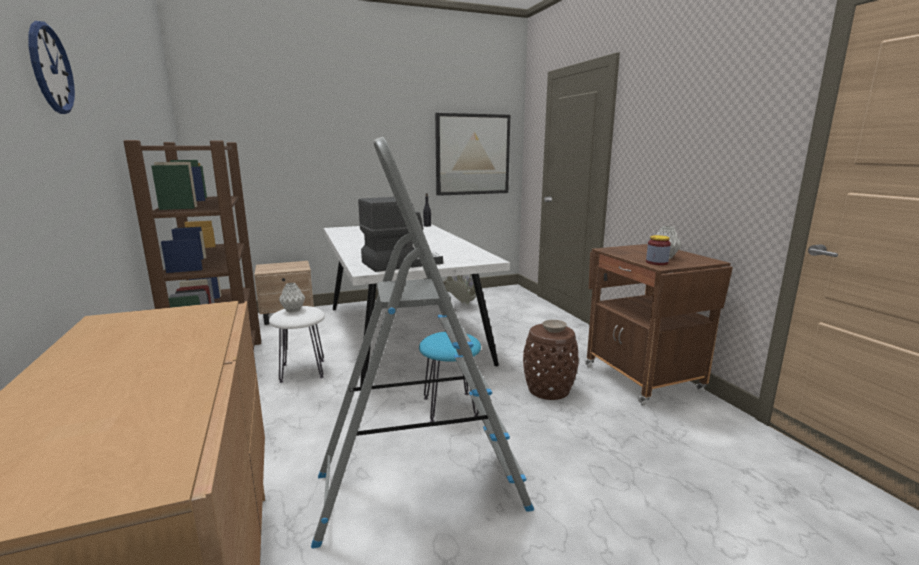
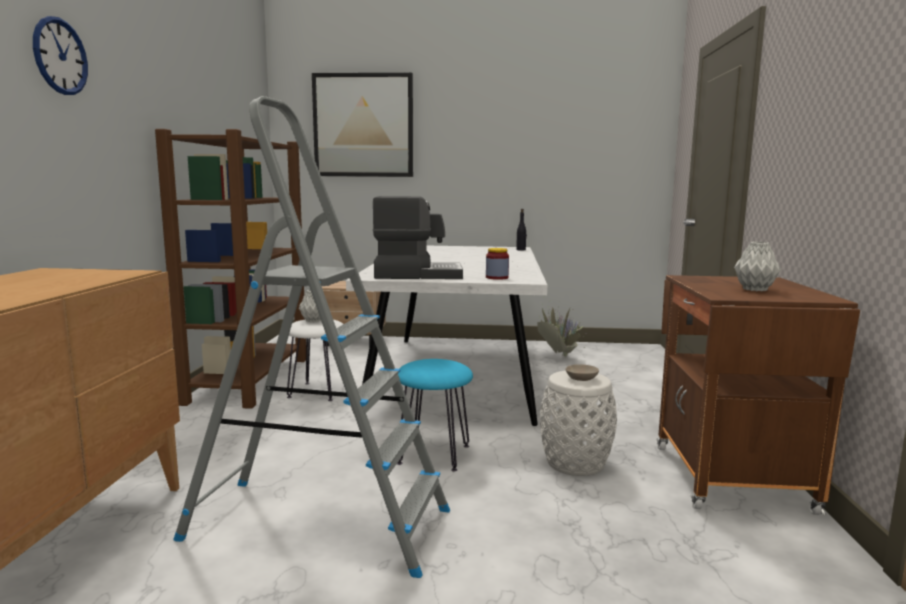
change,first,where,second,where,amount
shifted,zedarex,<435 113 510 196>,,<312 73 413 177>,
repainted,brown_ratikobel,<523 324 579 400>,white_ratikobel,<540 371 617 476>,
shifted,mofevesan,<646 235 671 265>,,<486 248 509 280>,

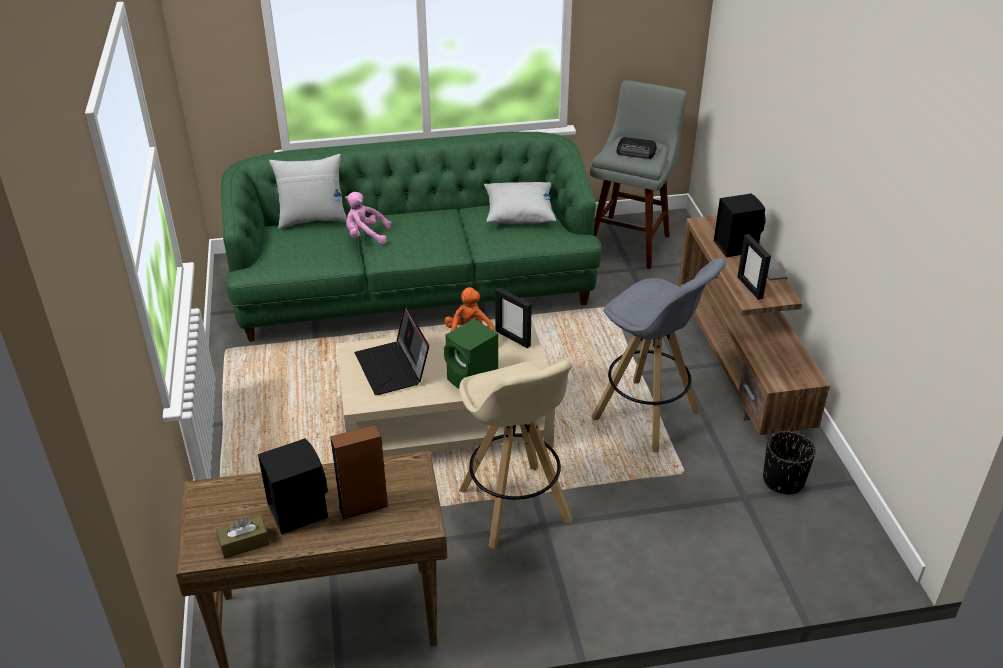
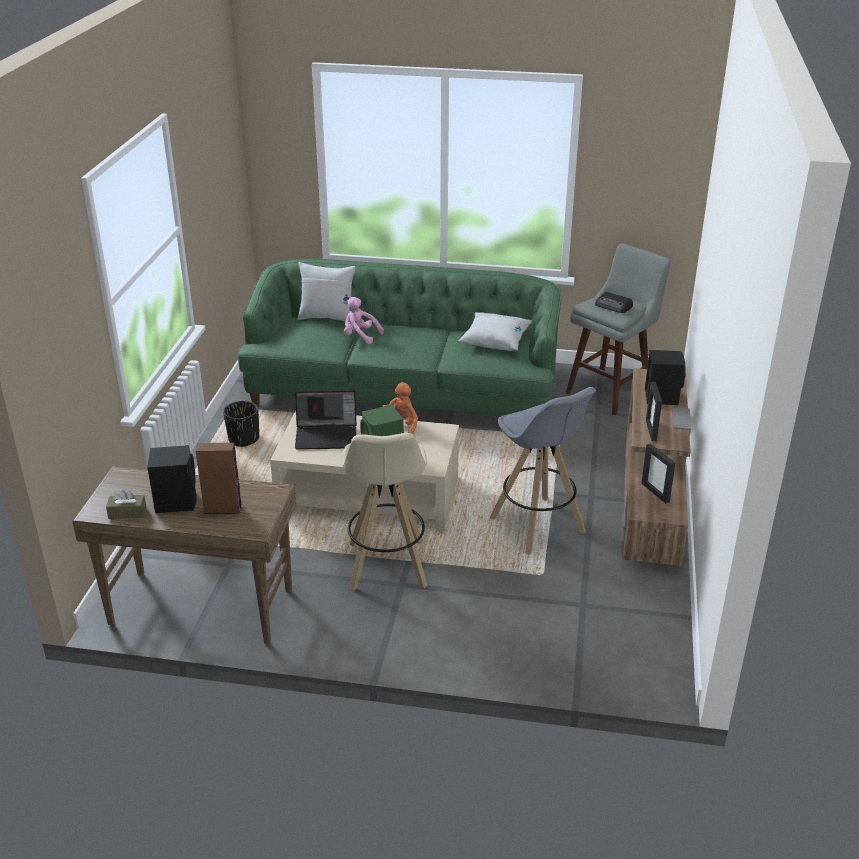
change,first,where,second,where,amount
rotated,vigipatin,<355 305 429 395>,,<295 391 356 450>,90 degrees counterclockwise
shifted,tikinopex,<495 287 532 348>,,<641 443 675 504>,
shifted,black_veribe,<763 431 816 494>,,<223 401 259 447>,

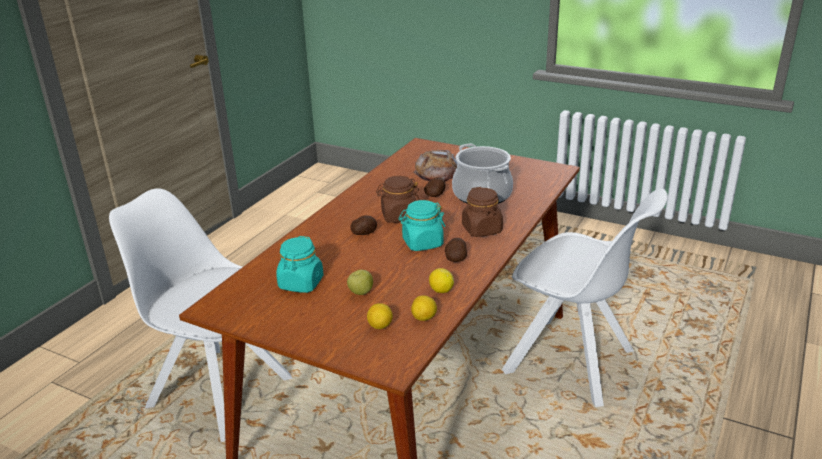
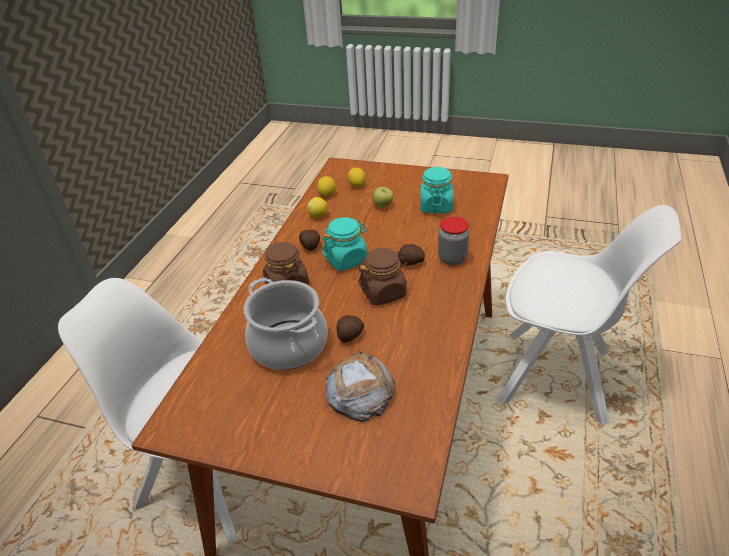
change,first,where,second,where,amount
new,,,mofevesan,<438 217 469 265>,

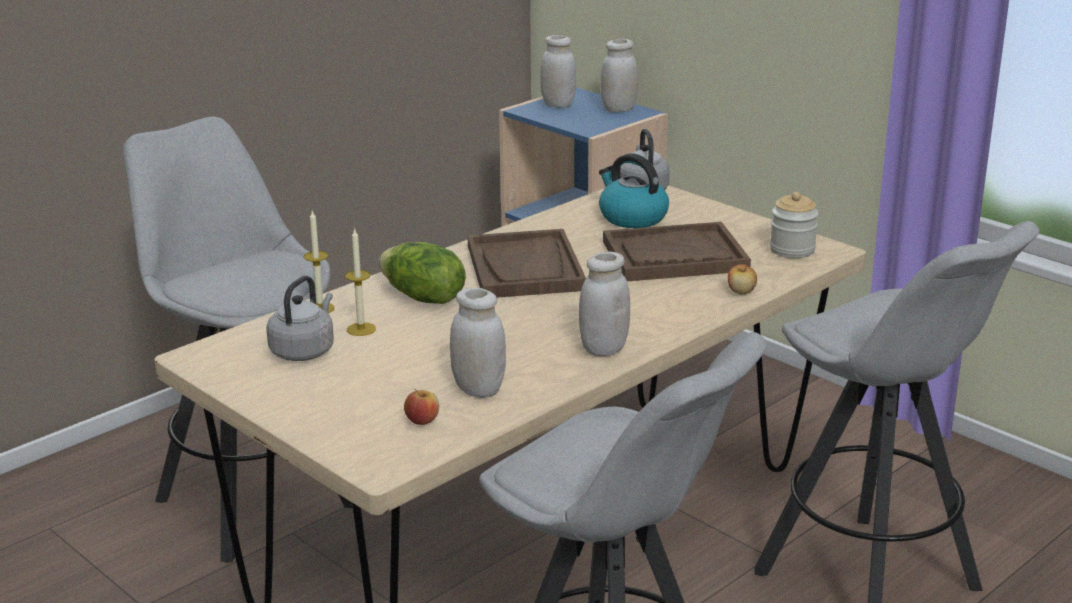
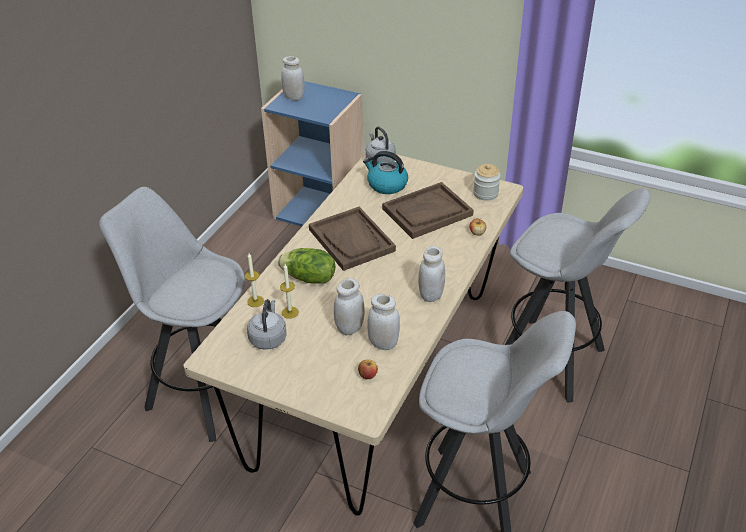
change,first,where,second,where,amount
shifted,white_mofevesan,<601 39 638 112>,,<334 278 365 336>,

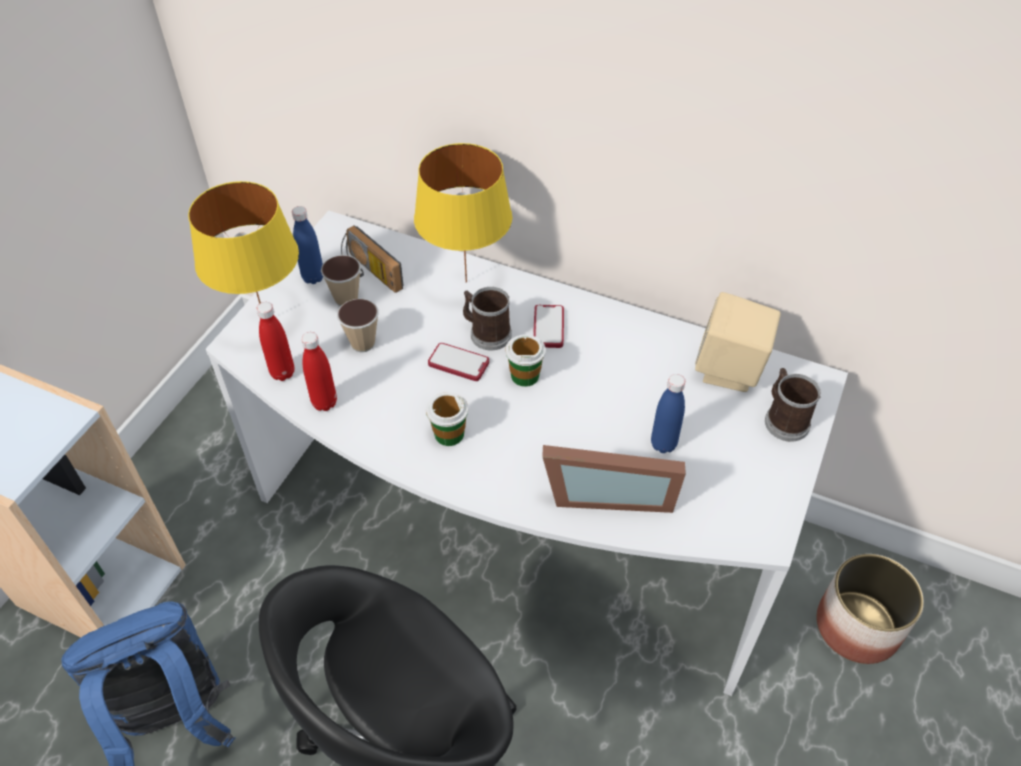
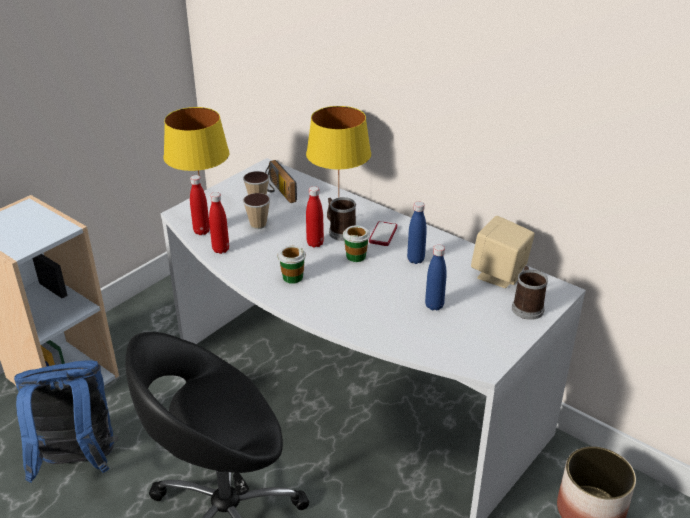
change,first,where,second,where,amount
shifted,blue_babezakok,<292 206 323 284>,,<407 201 427 264>,
swapped,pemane,<428 343 489 381>,red_babezakok,<306 186 324 248>,
gone,tikinopex,<542 445 686 513>,,,

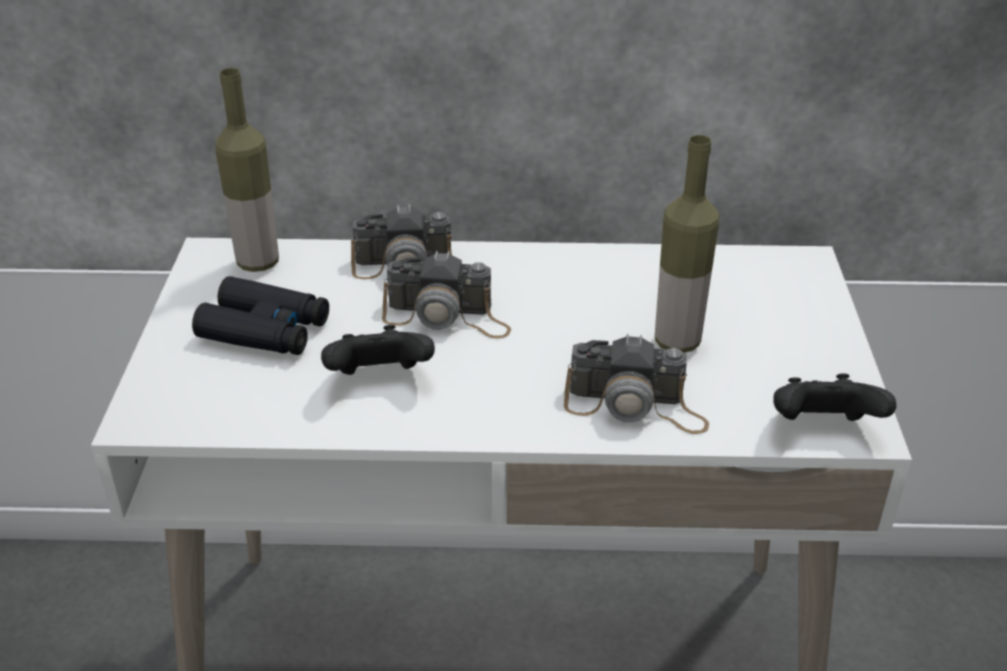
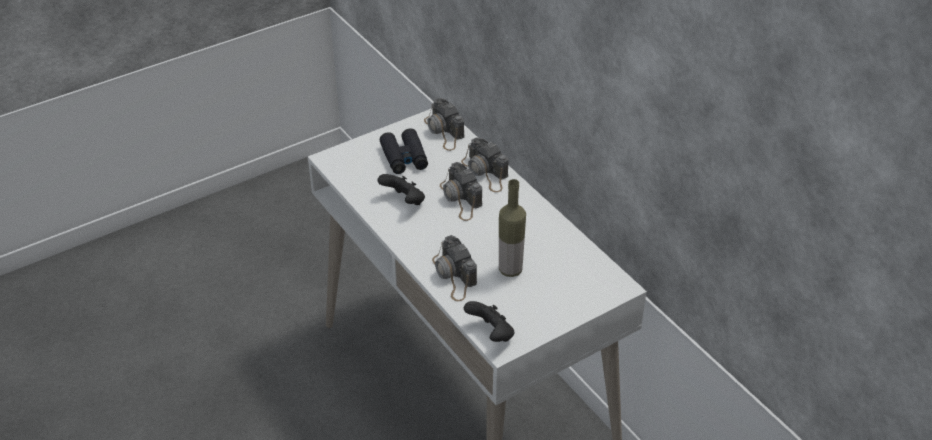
change,first,where,second,where,amount
swapped,babezakok,<215 68 279 272>,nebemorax,<424 98 464 151>,

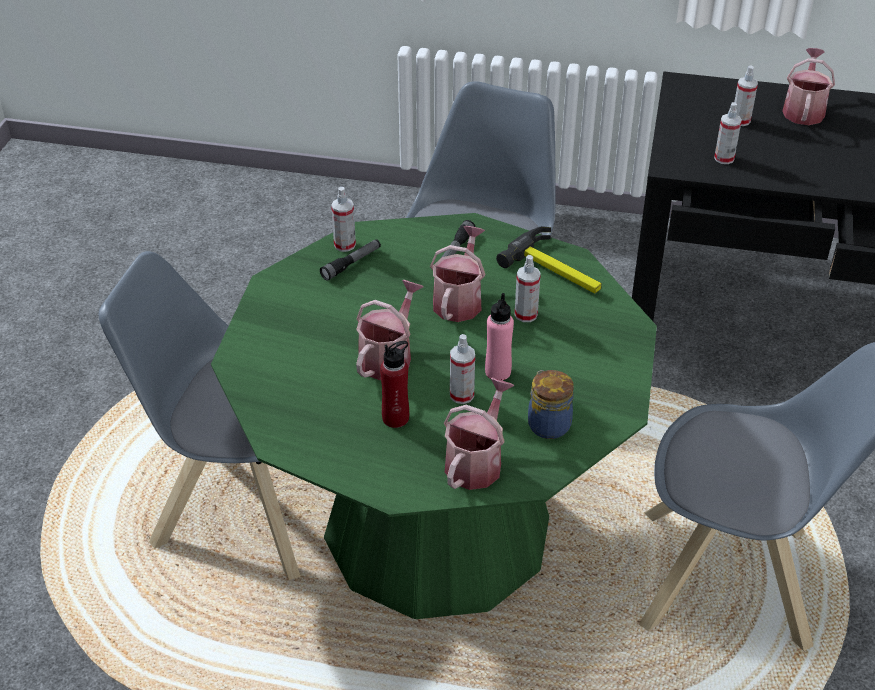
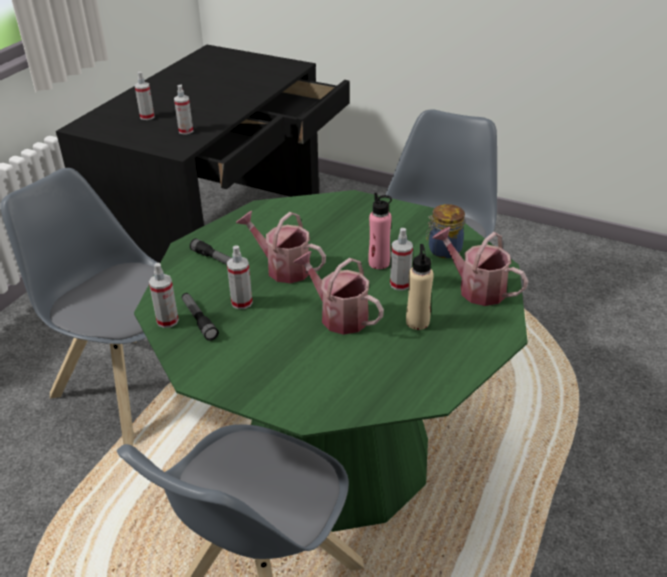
change,first,where,second,where,amount
repainted,red_babezakok,<380 341 409 428>,beige_babezakok,<406 244 434 330>,
gone,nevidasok,<496 226 602 294>,,,
shifted,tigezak,<515 255 541 322>,,<227 245 253 309>,
gone,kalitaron,<782 48 835 125>,,,

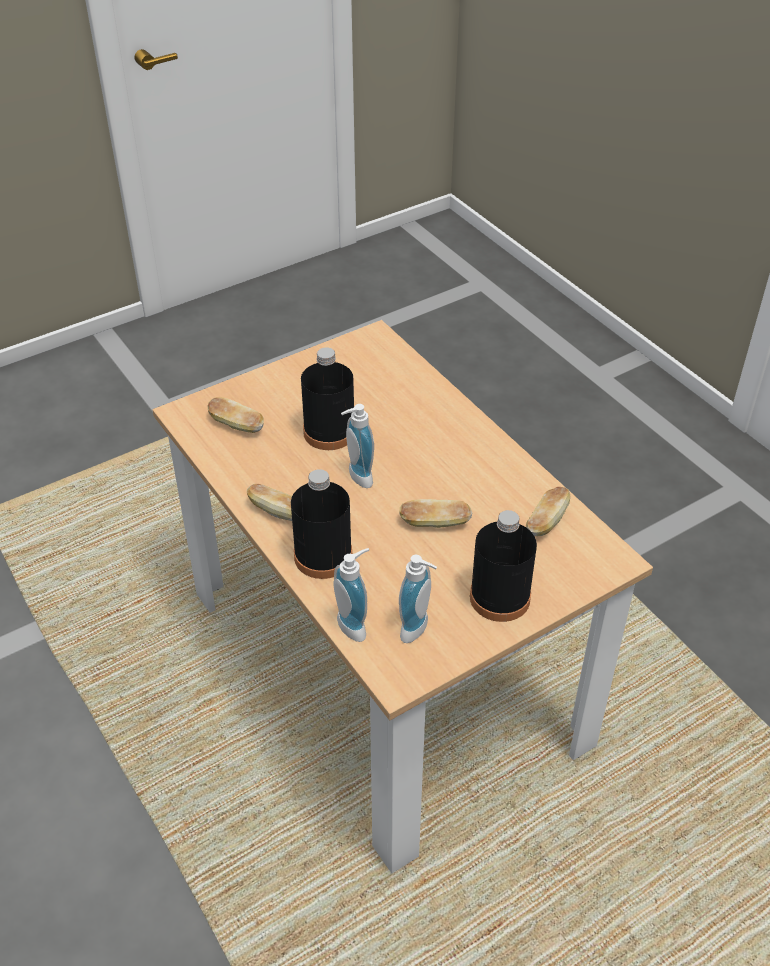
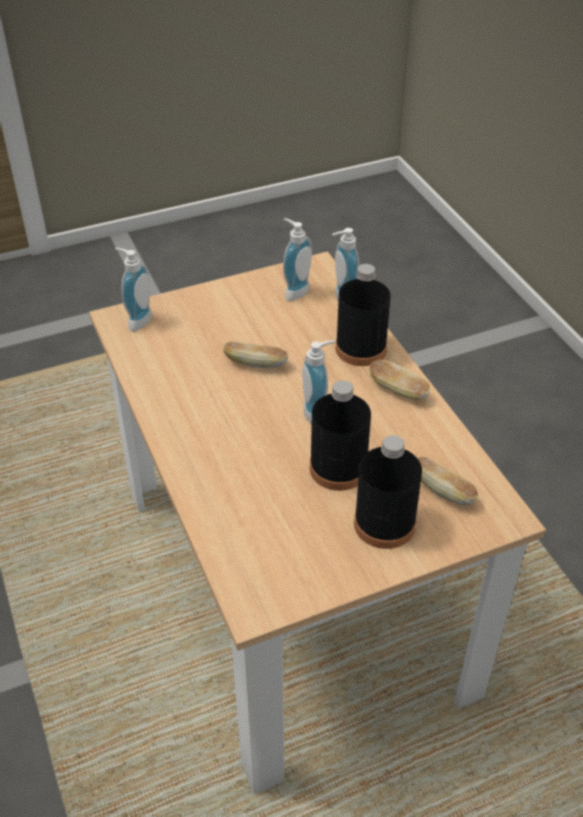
change,first,where,second,where,amount
shifted,black_babezakok,<470 510 537 622>,,<354 435 422 549>,
gone,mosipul,<526 487 570 536>,,,
new,,,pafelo,<115 248 152 331>,

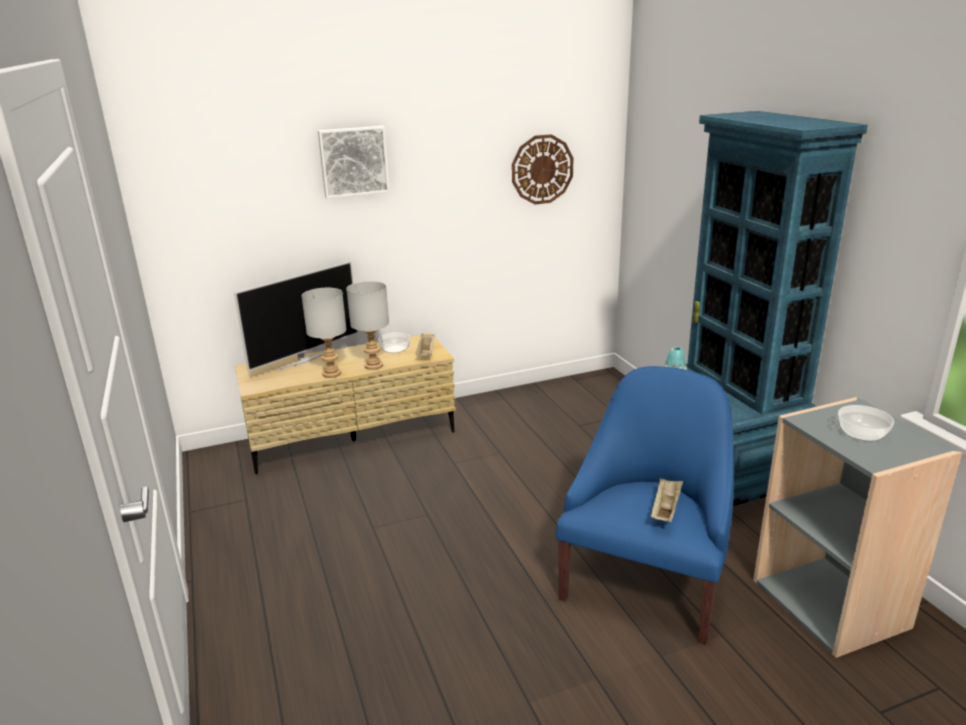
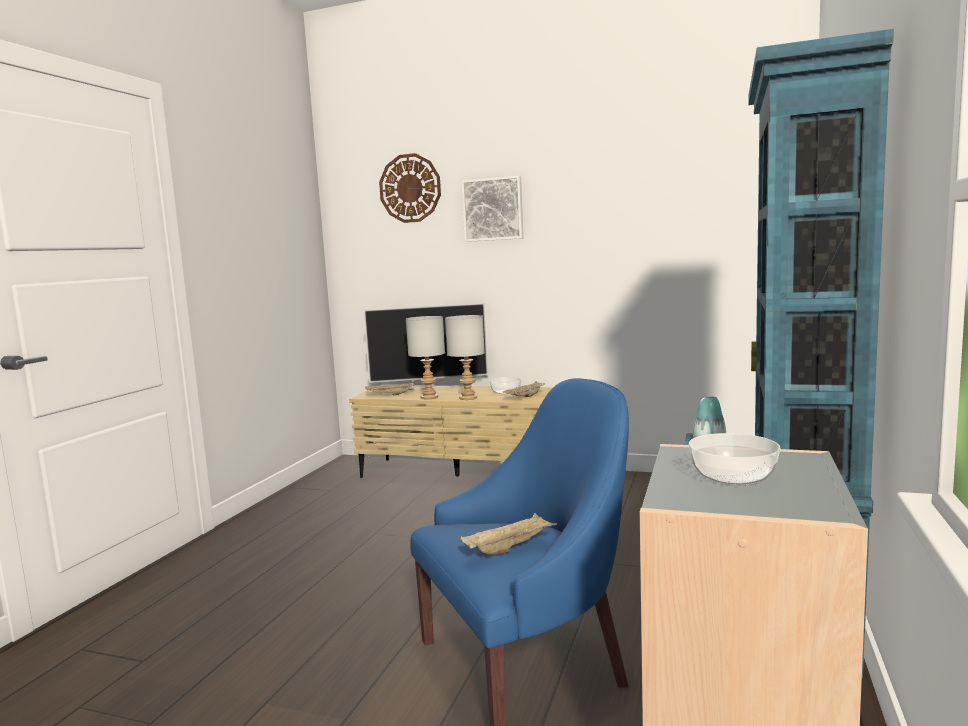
change,first,where,second,where,amount
shifted,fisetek,<512 134 573 204>,,<379 153 441 223>,
new,,,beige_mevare,<365 382 415 395>,

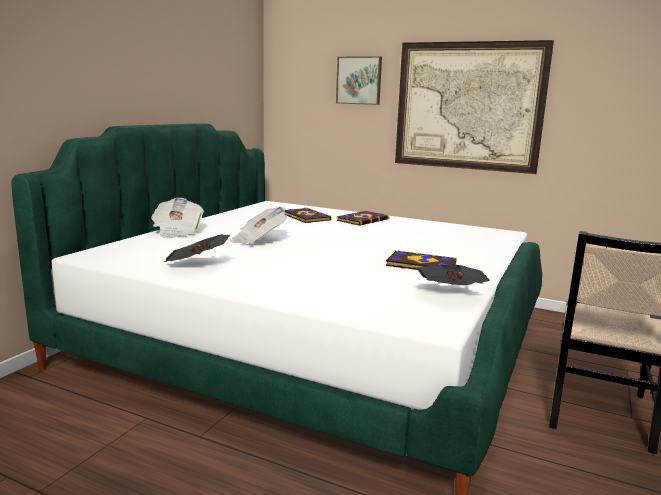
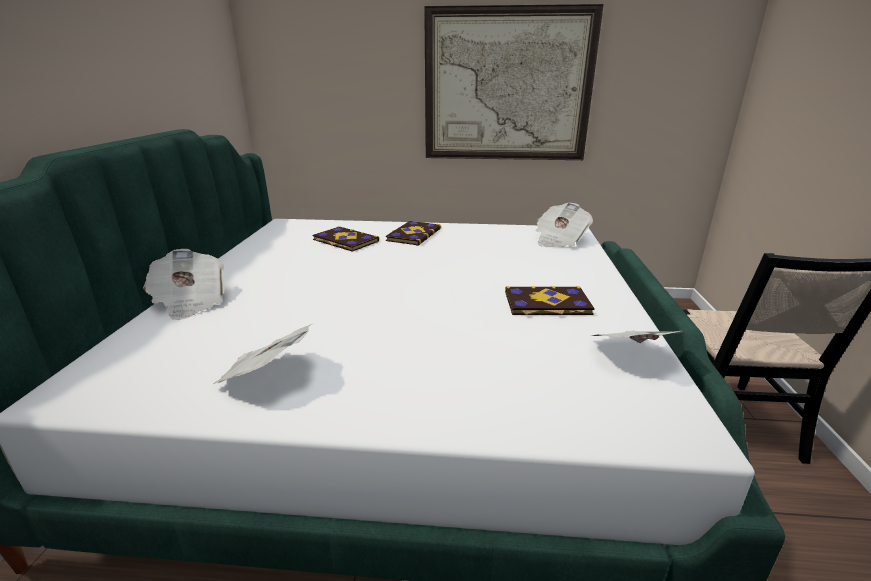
change,first,where,second,where,amount
shifted,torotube,<230 207 287 244>,,<535 203 593 247>,
gone,zedarex,<336 56 382 105>,,,

